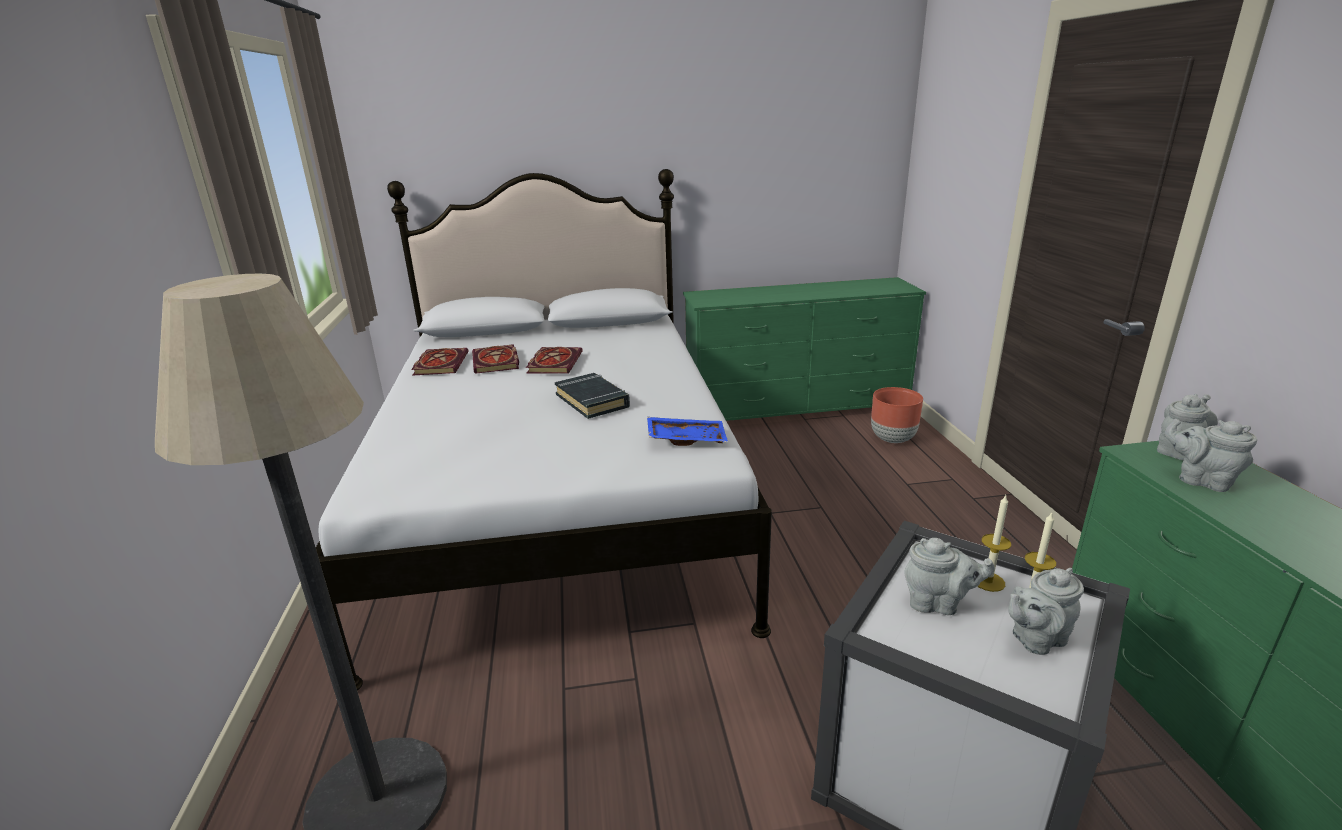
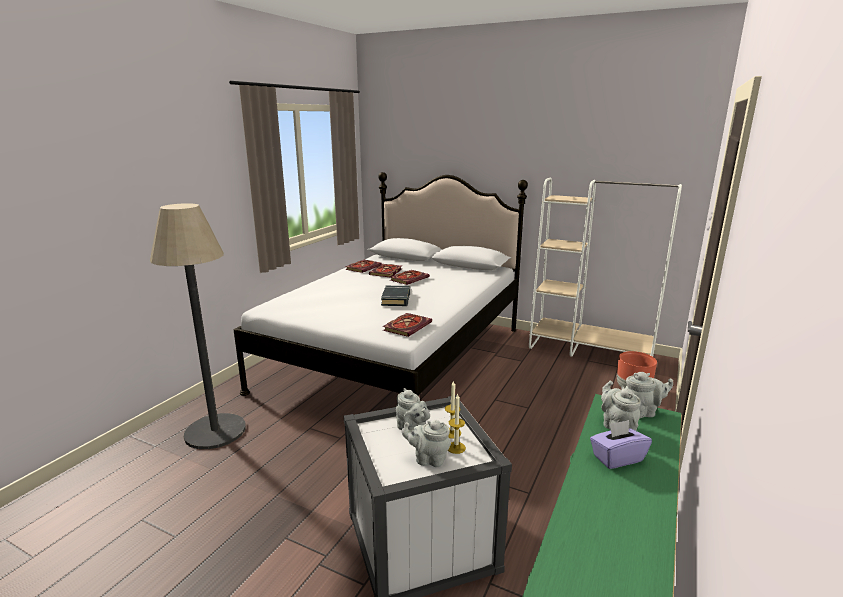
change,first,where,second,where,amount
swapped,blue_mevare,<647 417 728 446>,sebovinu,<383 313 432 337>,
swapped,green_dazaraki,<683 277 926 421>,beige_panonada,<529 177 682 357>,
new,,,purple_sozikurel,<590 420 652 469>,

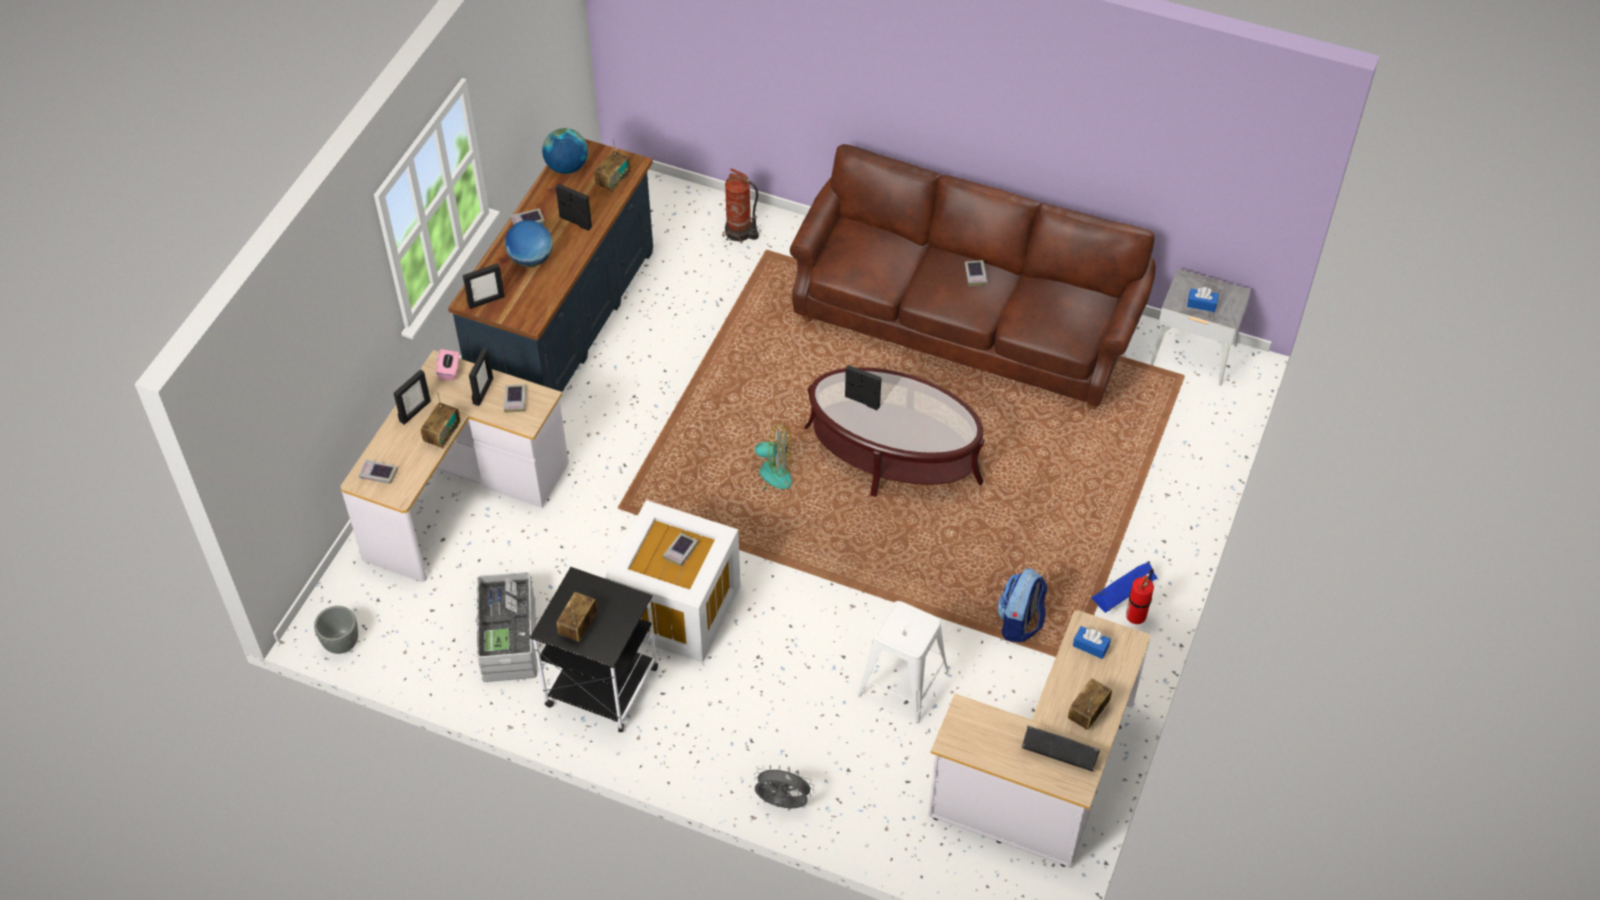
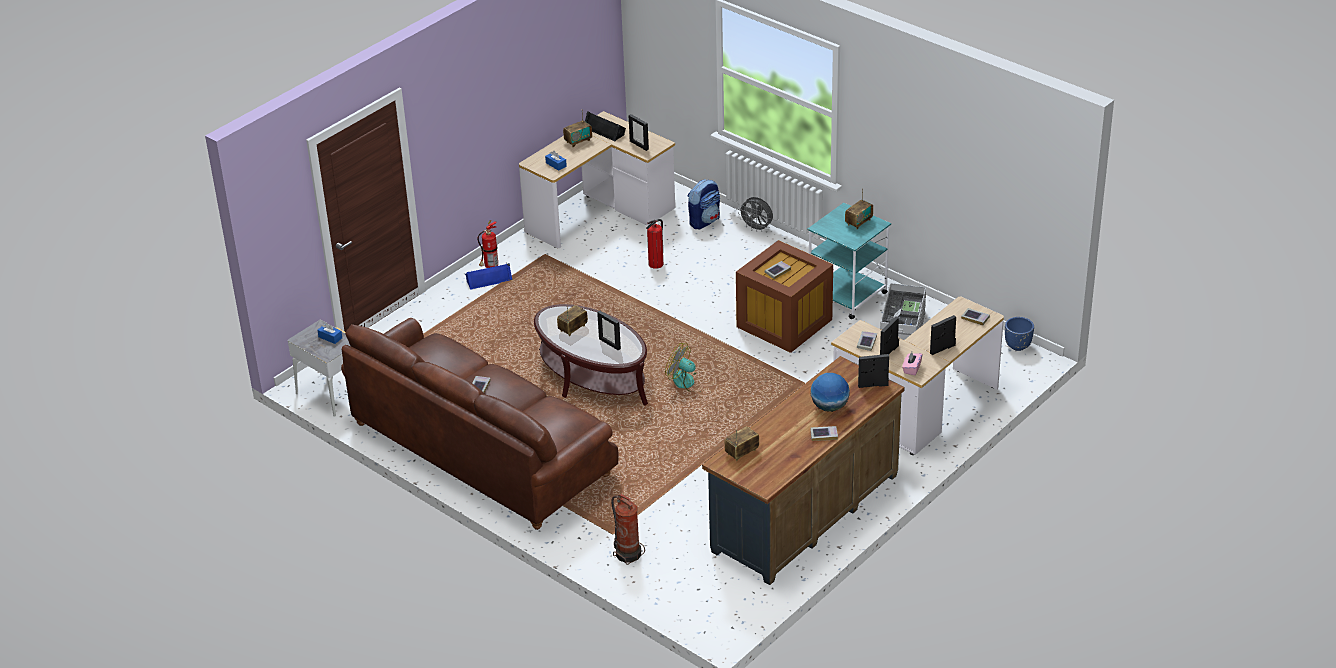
change,first,where,second,where,amount
repainted,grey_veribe,<314 606 358 654>,blue_veribe,<1005 317 1034 351>,
shifted,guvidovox,<421 392 460 449>,,<557 305 588 336>,
repainted,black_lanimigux,<530 567 658 732>,turquoise_lanimigux,<807 203 891 319>,
gone,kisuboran,<542 128 588 174>,,,
shifted,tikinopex,<556 184 592 231>,,<628 114 649 151>,
repainted,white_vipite,<605 500 741 663>,brown_vipite,<736 240 833 353>,
swapped,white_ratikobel,<858 601 949 723>,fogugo,<646 219 663 269>,
shifted,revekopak,<997 569 1048 642>,,<688 179 720 229>,

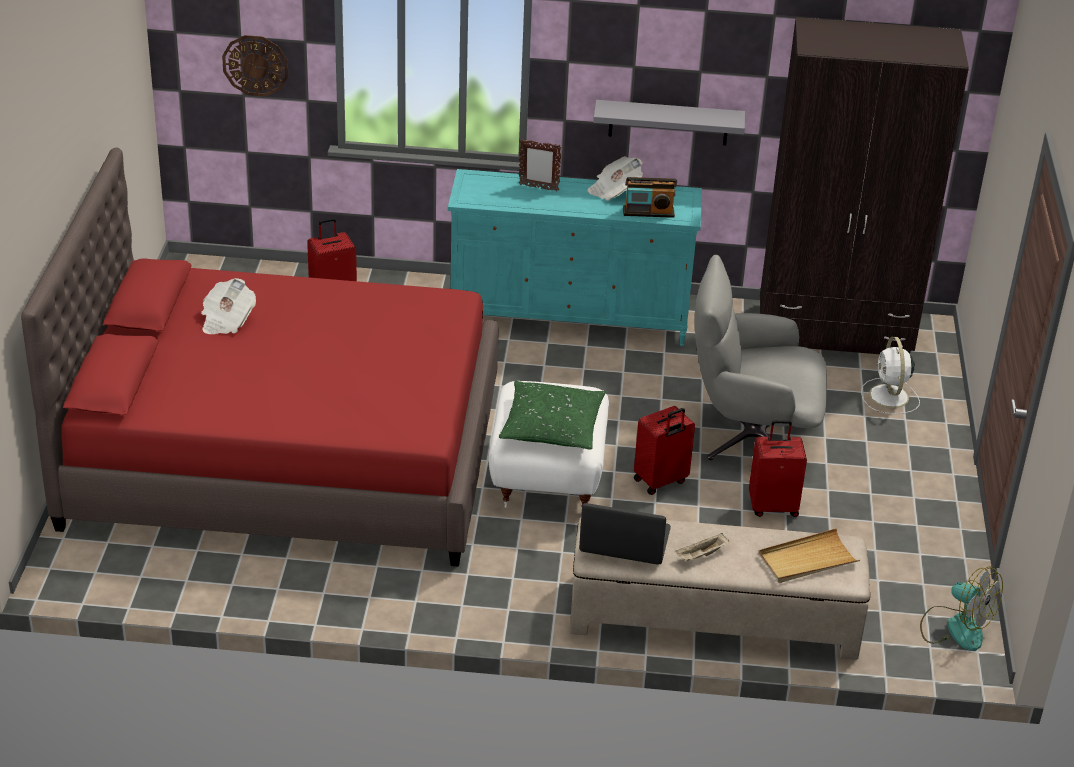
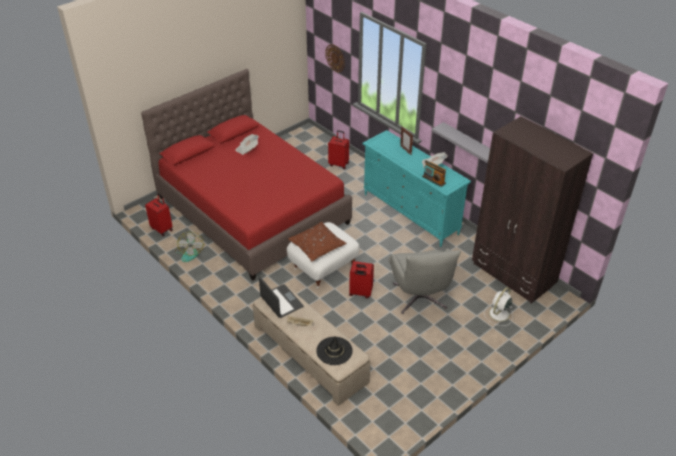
change,first,where,second,where,amount
repainted,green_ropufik,<499 381 606 450>,brown_ropufik,<288 222 347 261>,
rotated,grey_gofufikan,<695 255 827 460>,,<388 248 461 314>,150 degrees counterclockwise
shifted,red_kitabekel,<749 420 807 517>,,<145 193 173 236>,
swapped,beige_mevare,<758 528 860 583>,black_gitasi,<316 336 353 365>,
shifted,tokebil,<920 566 1003 651>,,<175 232 204 262>,

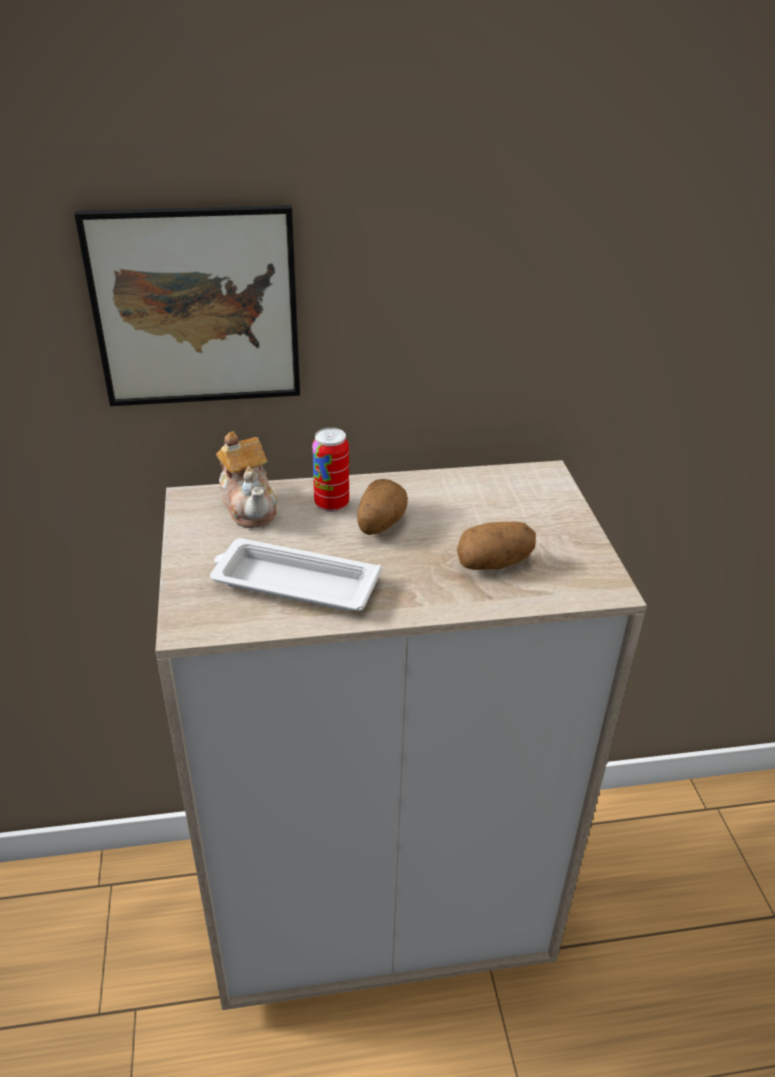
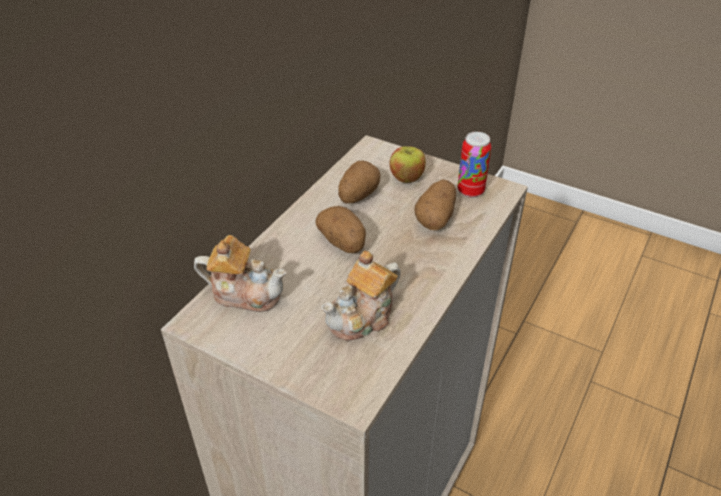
change,first,where,second,where,amount
gone,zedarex,<74 205 300 406>,,,
swapped,white_mevare,<210 538 382 611>,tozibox,<321 251 401 341>,
shifted,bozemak,<312 428 349 512>,,<457 132 491 198>,
new,,,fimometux,<338 161 380 203>,
new,,,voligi,<390 146 426 183>,

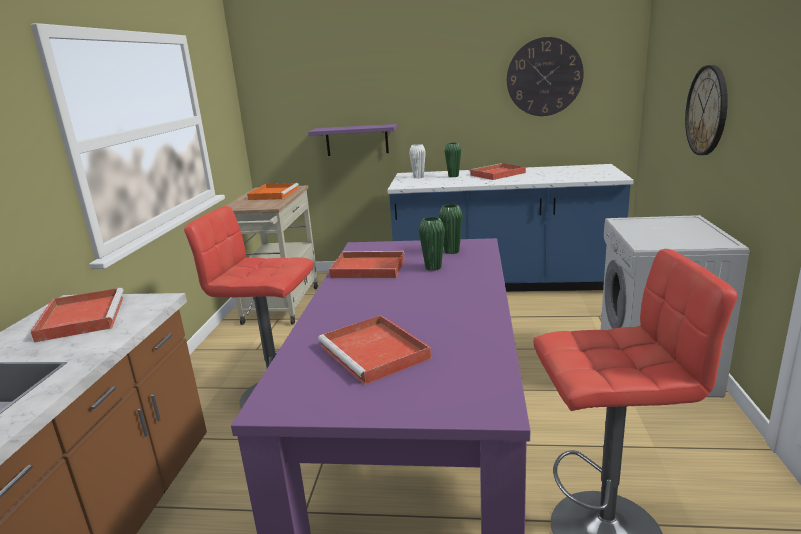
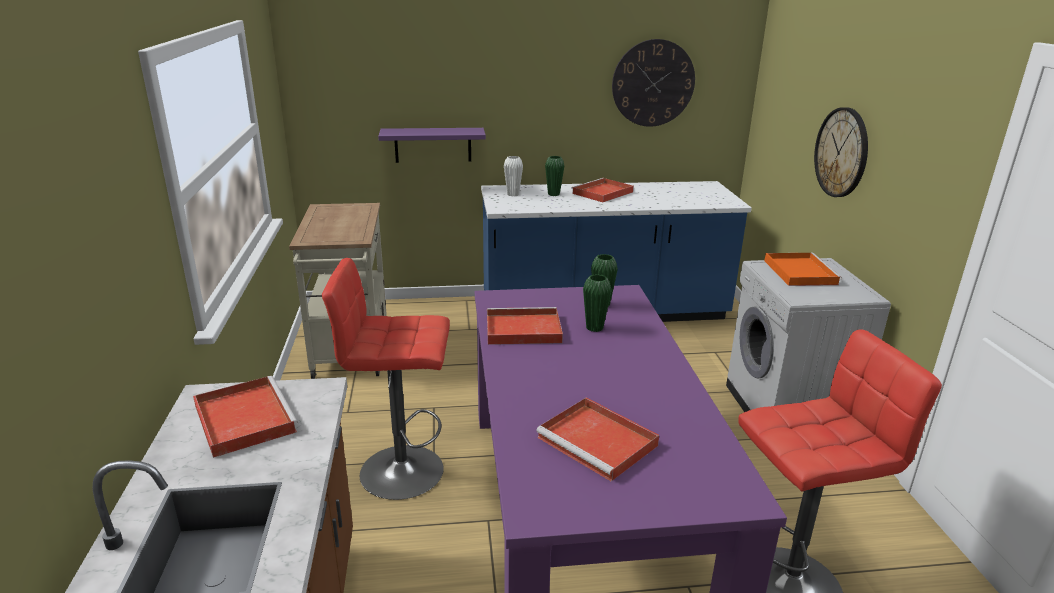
change,first,where,second,where,amount
shifted,orange_mevare,<247 183 299 200>,,<764 252 842 286>,

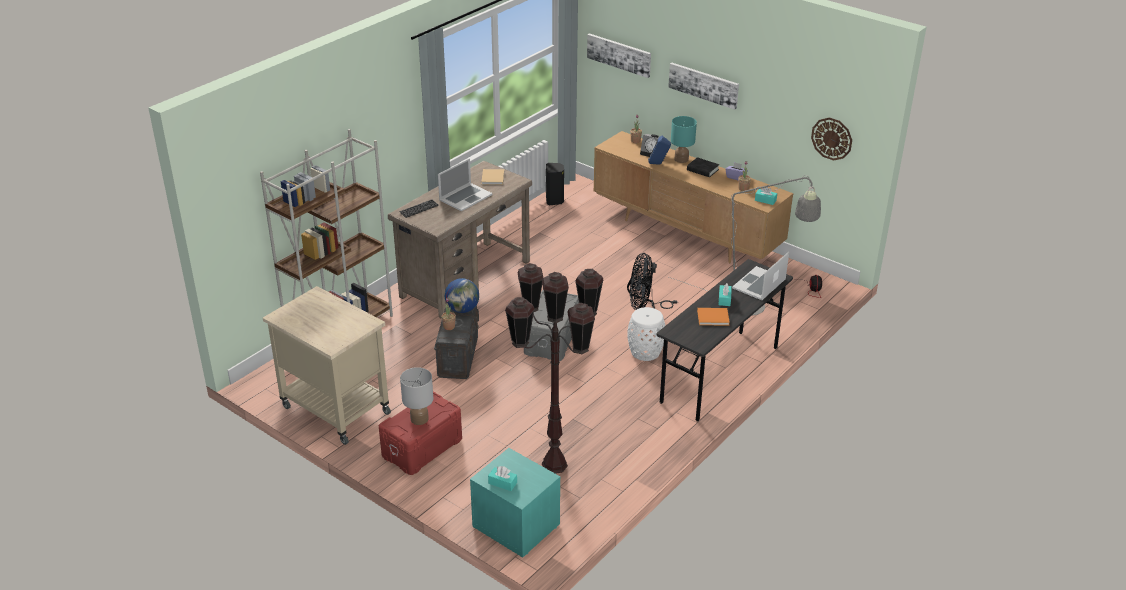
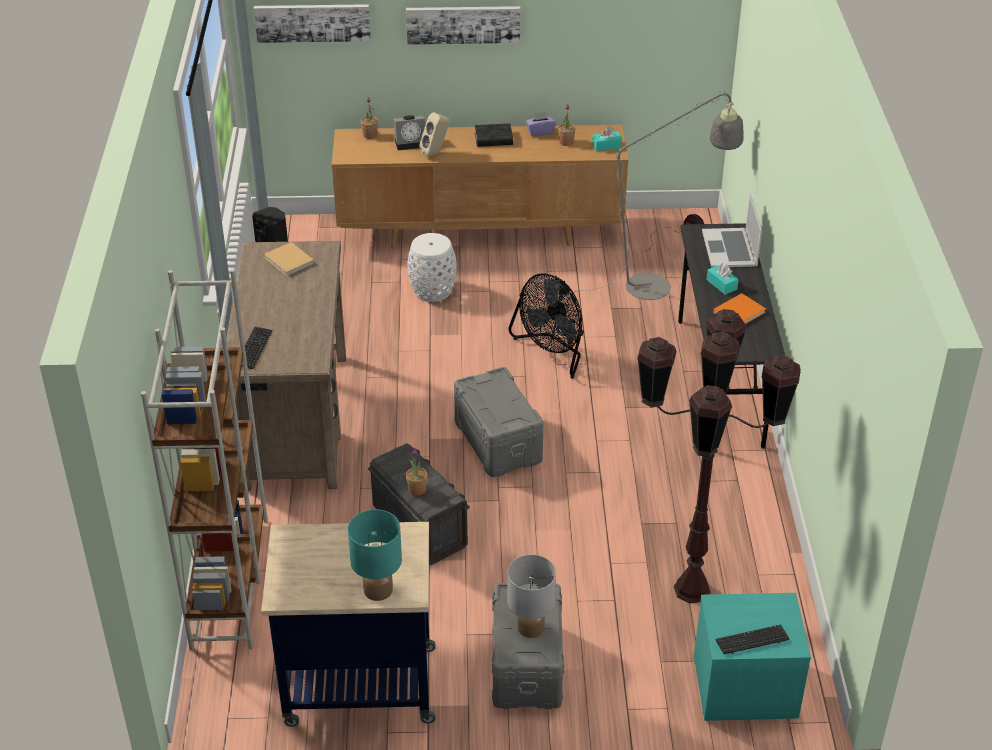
change,first,where,second,where,amount
repainted,beige_lanimigux,<263 286 391 445>,blue_lanimigux,<261 522 436 727>,
repainted,red_vipite,<379 391 462 475>,grey_vipite,<492 583 564 709>,
gone,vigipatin,<438 158 493 211>,,,
gone,kisuboran,<445 278 479 313>,,,
swapped,turquoise_sozikurel,<488 466 517 491>,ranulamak,<715 624 789 654>,
shifted,white_ratikobel,<627 307 665 361>,,<407 233 457 302>,
repainted,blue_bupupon,<648 135 671 165>,beige_bupupon,<419 112 450 157>,
shifted,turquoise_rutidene,<671 116 697 163>,,<348 509 402 601>,
gone,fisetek,<811 118 852 161>,,,

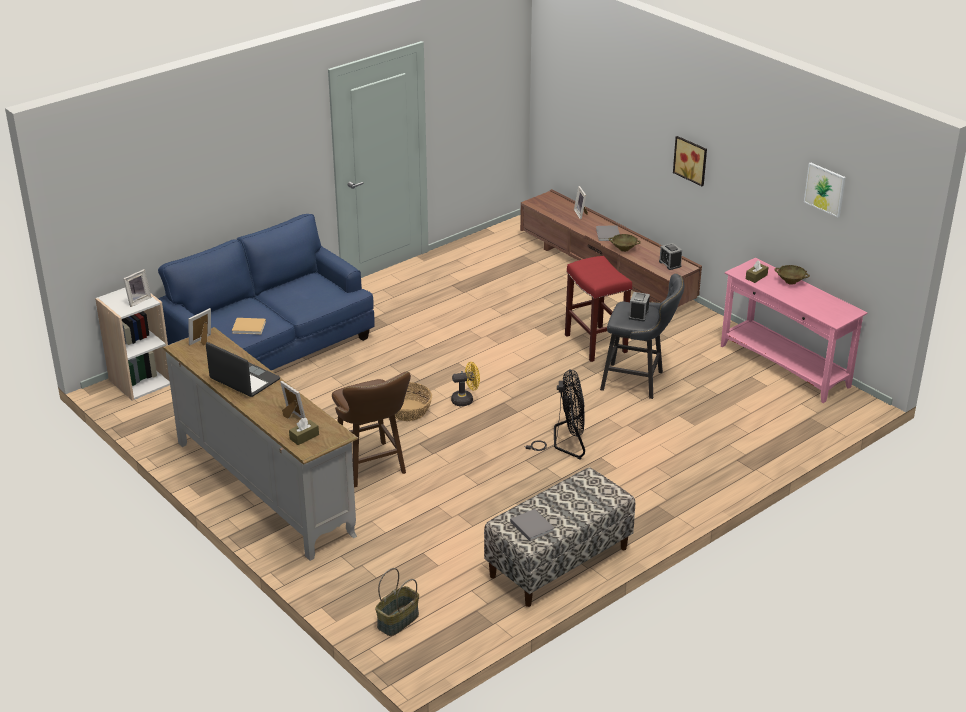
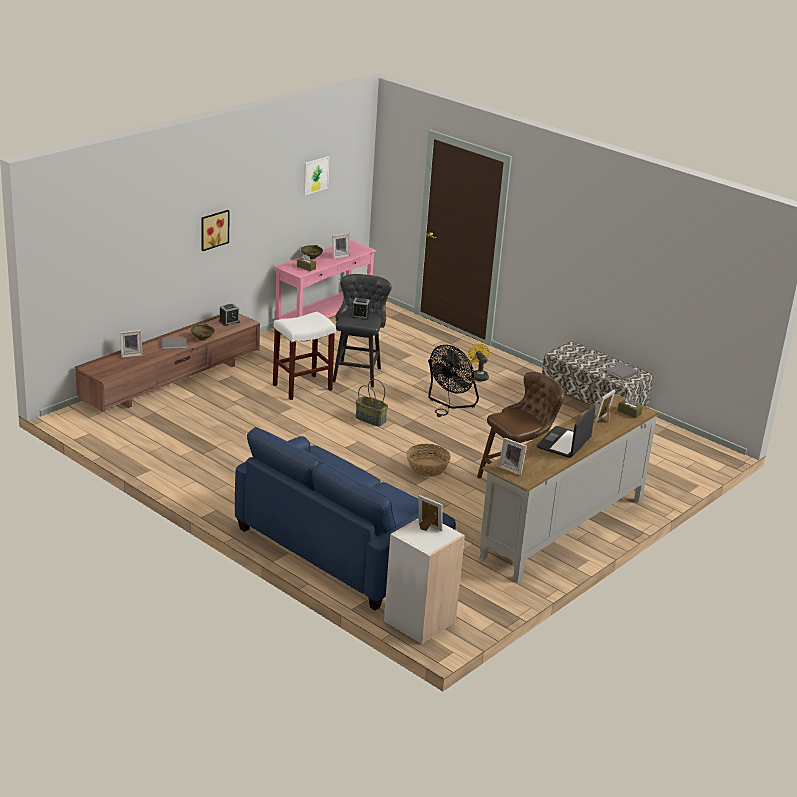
change,first,where,second,where,amount
gone,beige_sebovinu,<232 318 266 335>,,,
shifted,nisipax,<375 568 419 636>,,<356 379 388 426>,
shifted,yellow_tokebil,<451 362 480 406>,,<468 344 489 381>,
rotated,black_tokebil,<525 369 585 460>,,<428 345 479 417>,45 degrees clockwise
repainted,red_ratikobel,<565 256 632 362>,white_ratikobel,<273 312 336 400>,
new,,,tikinopex,<332 233 350 259>,

